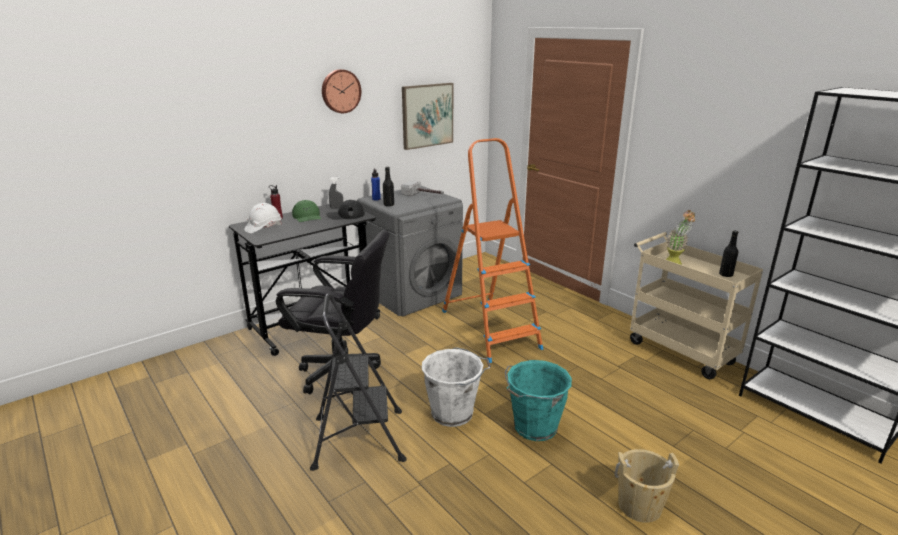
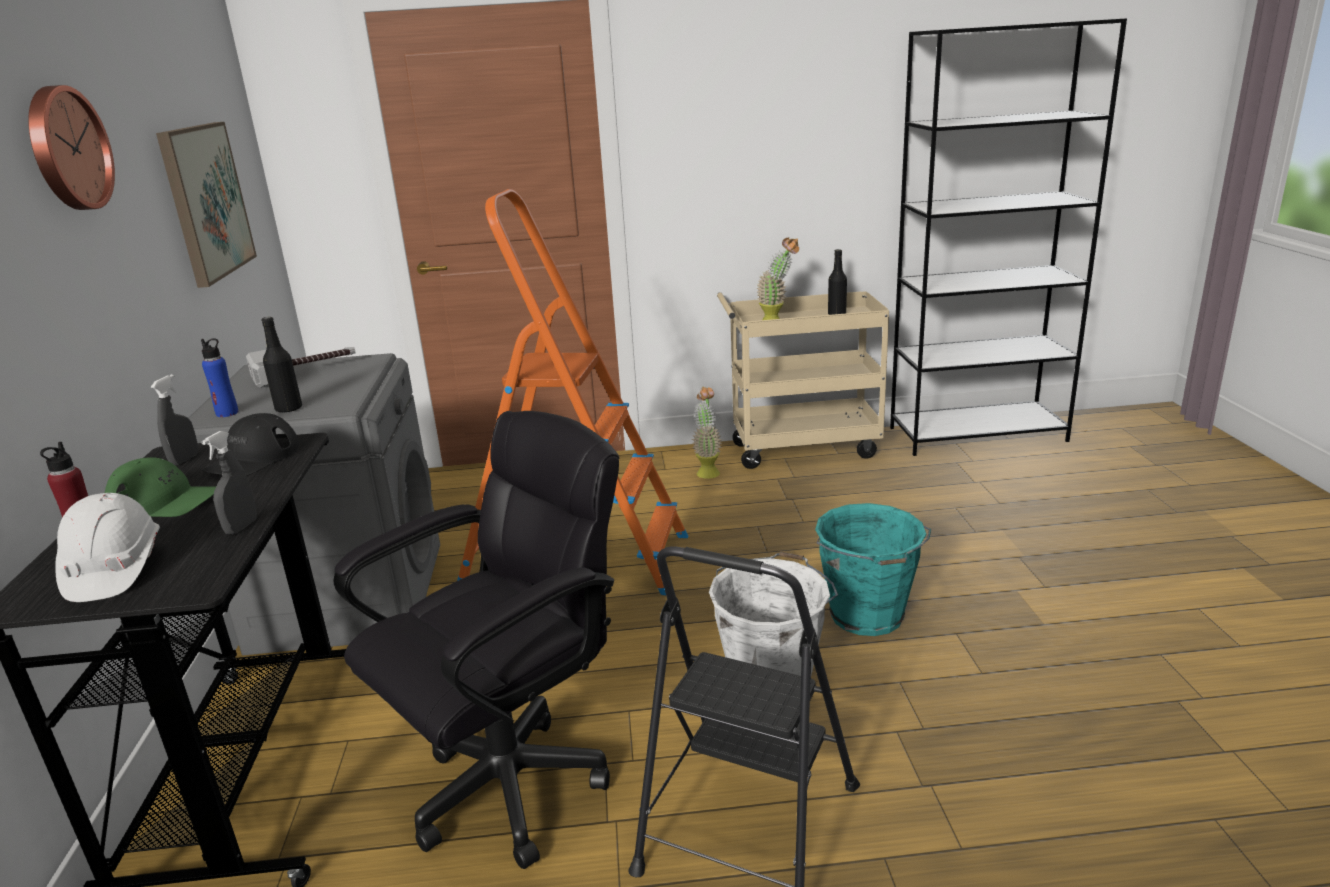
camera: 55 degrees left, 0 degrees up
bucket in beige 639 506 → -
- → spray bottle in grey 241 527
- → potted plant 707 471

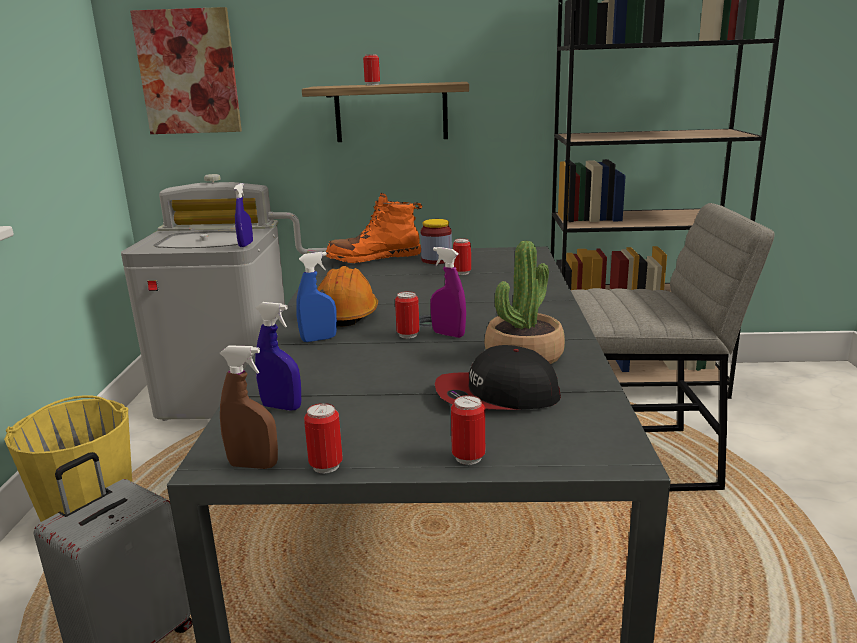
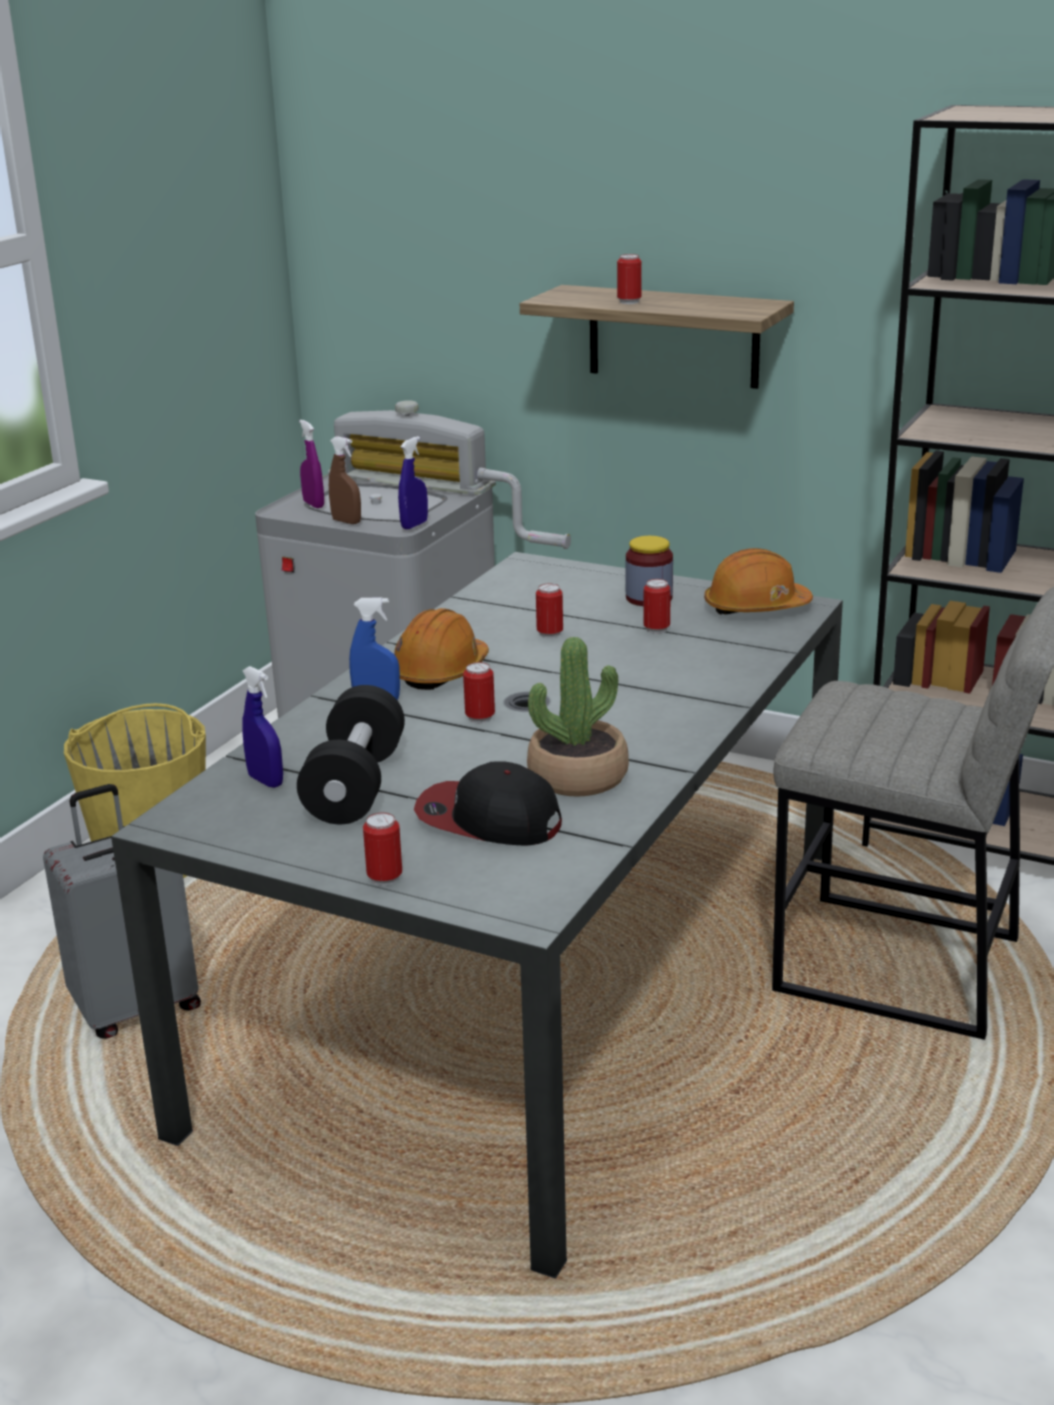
camera: 25 degrees right, 5 degrees up
picture 188 72 → -
spray bottle in brown 253 465 → spray bottle in brown 346 521, shifted
can 326 466 → can 550 634, shifted
boot in orange 374 258 → -
spray bottle in purple 448 334 → spray bottle in purple 313 504, shifted
- → dumbbell in black 355 786
- → hard hat in orange 756 607

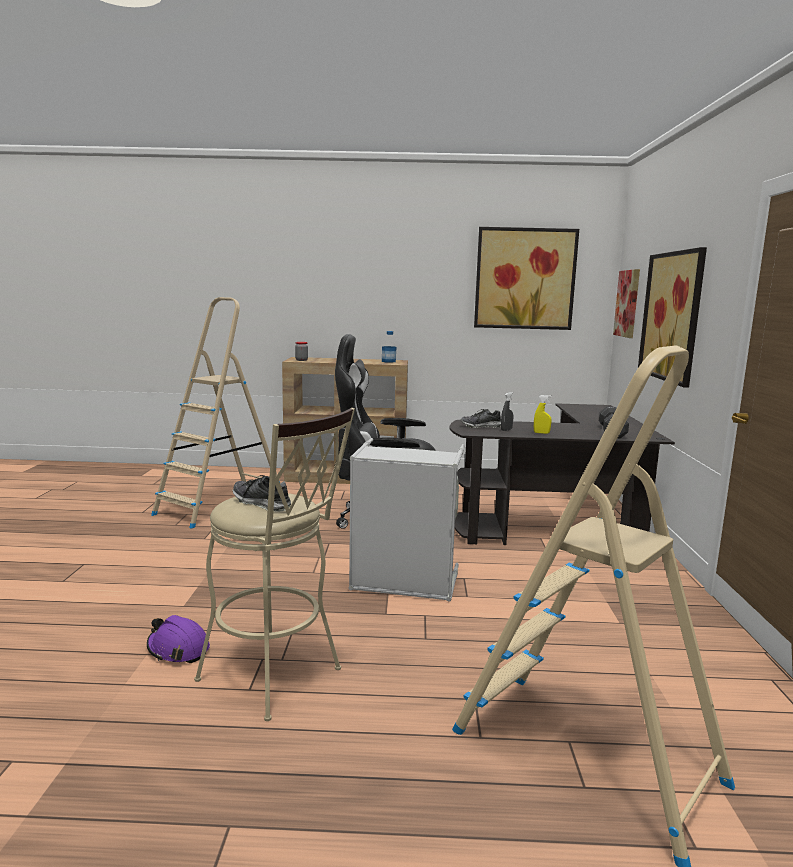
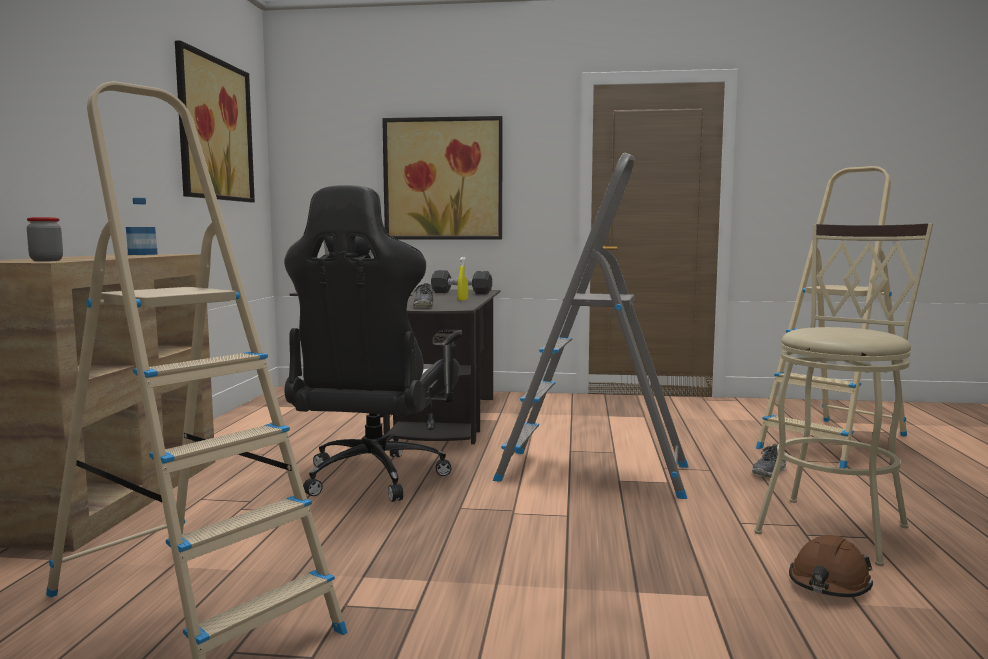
camera: 85 degrees left, 5 degrees down
hard hat in purple 178 649 → hard hat in brown 829 584
shoe 261 503 → shoe 769 471, shifted
laundry basket in grey 404 584 → step ladder in grey 591 473
spray bottle in grey 506 430 → -
picture 627 303 → -

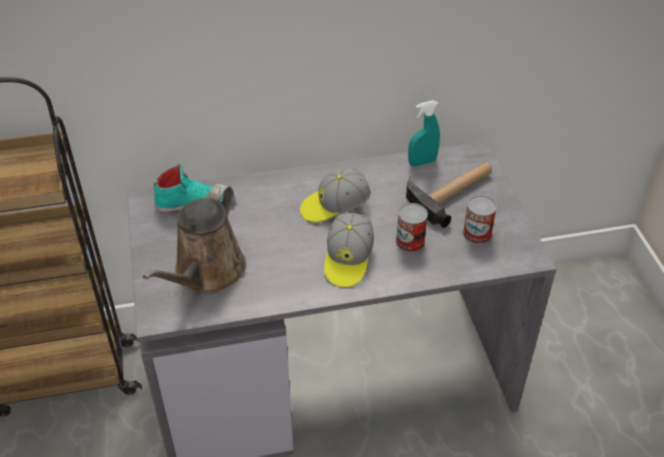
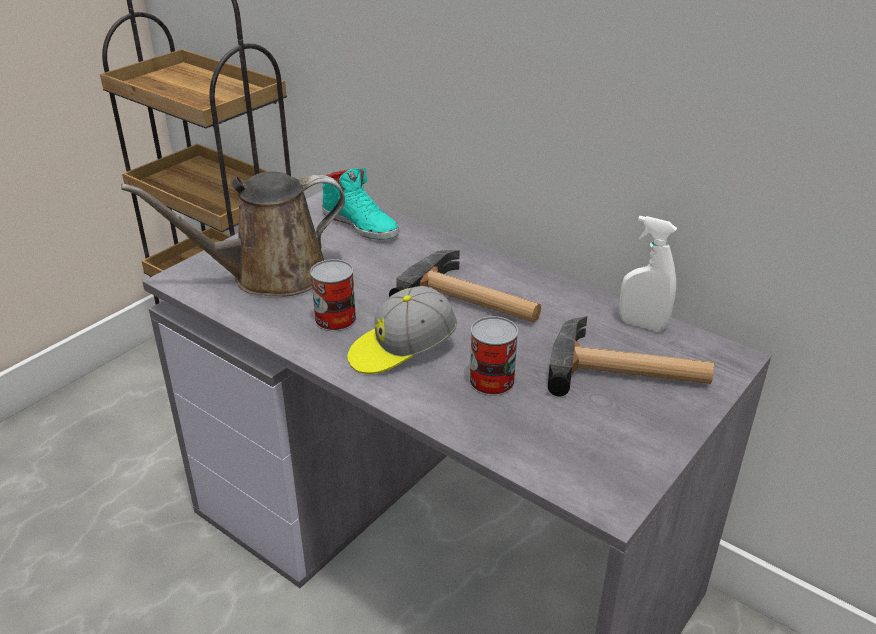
camera: 50 degrees right, 10 degrees down
cap 334 206 → hammer 473 301
spray bottle in turquoise 422 162 → spray bottle in white 642 325
can 477 234 → can 335 319, shifted

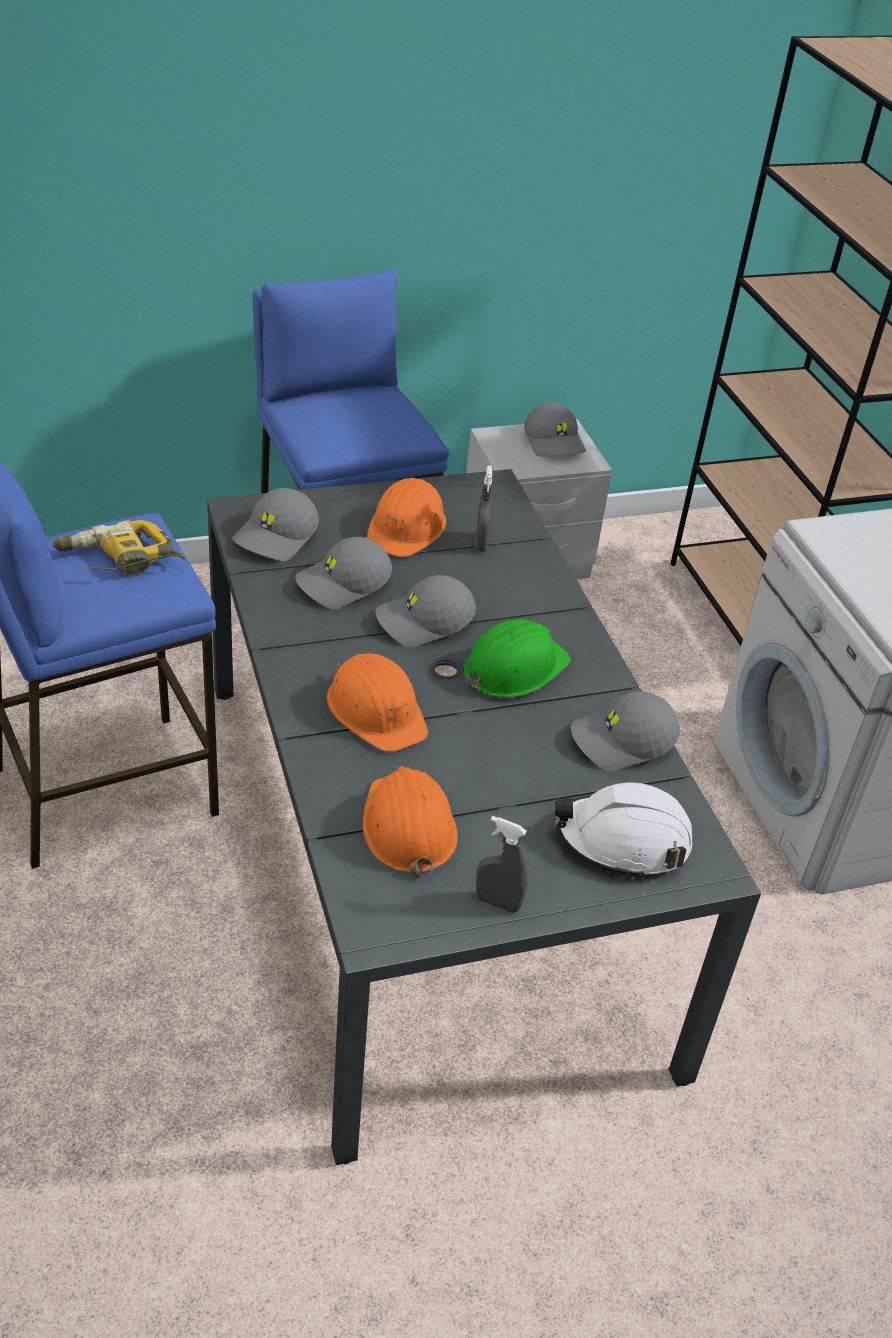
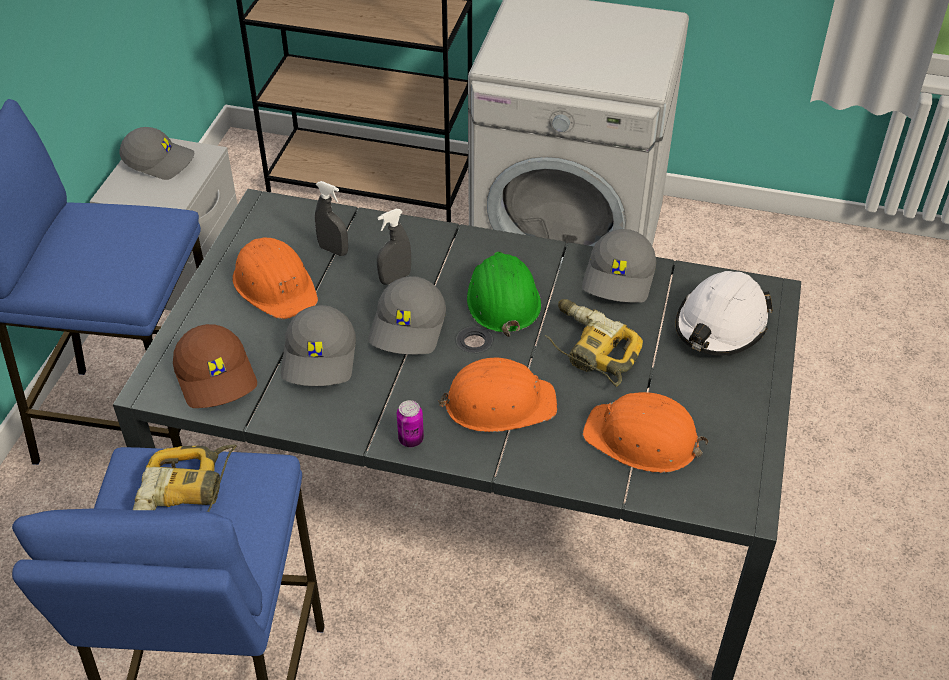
camera: 55 degrees left, 5 degrees up
cap in grey 277 537 → cap in brown 217 376
spray bottle in grey 497 903 → spray bottle in grey 395 278, shifted
- → can 411 439
- → power drill 588 350

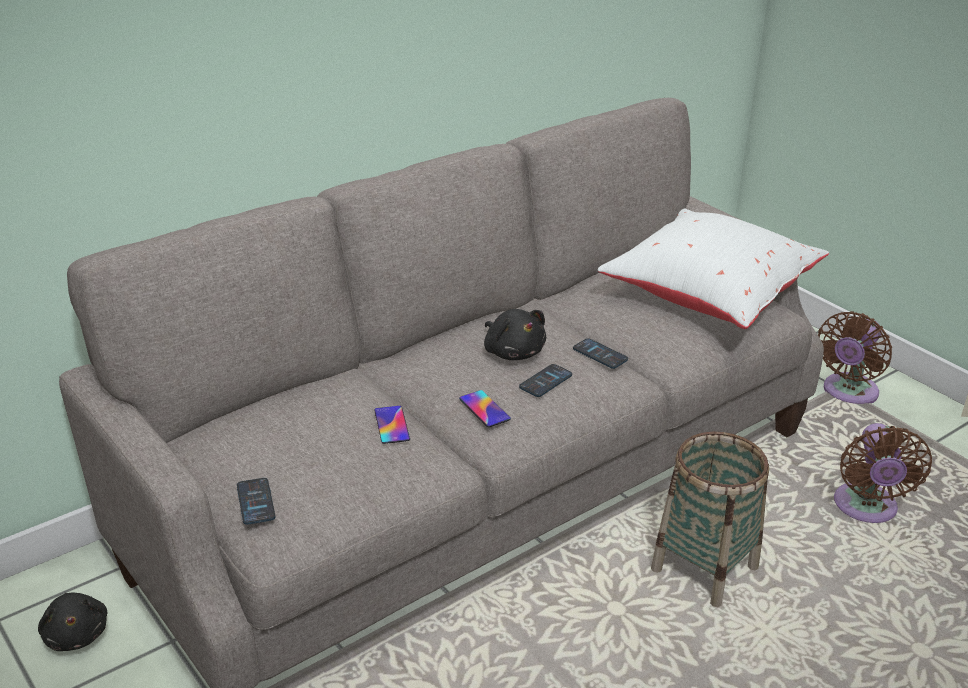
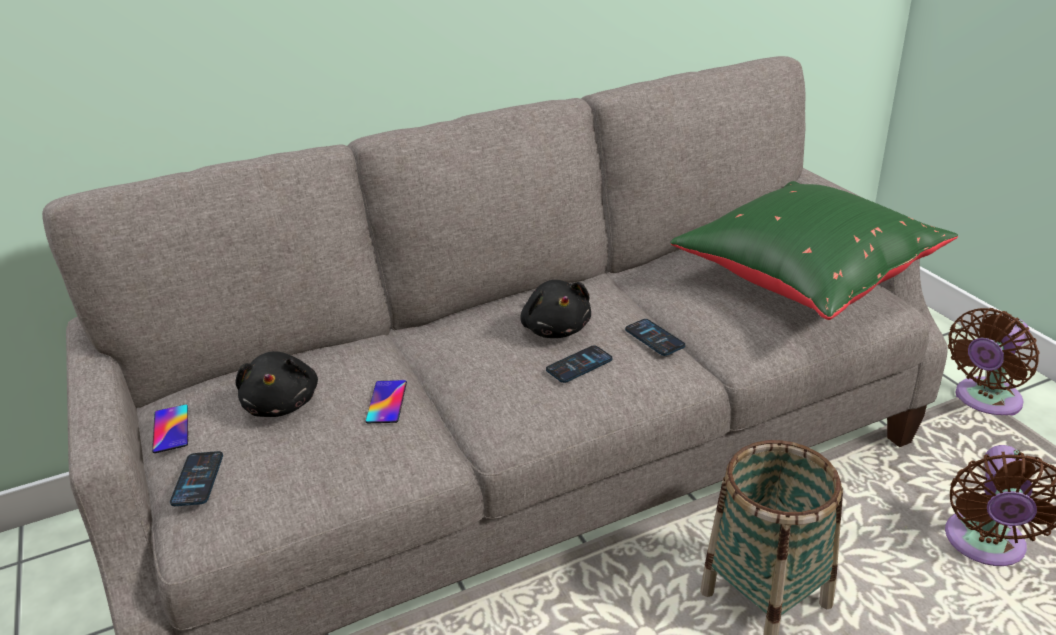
camera: 15 degrees right, 0 degrees up
plush toy in black 76 634 → plush toy in black 282 404, shifted
phone 484 409 → phone 171 429, shifted
pillow in white 708 295 → pillow in green 804 278

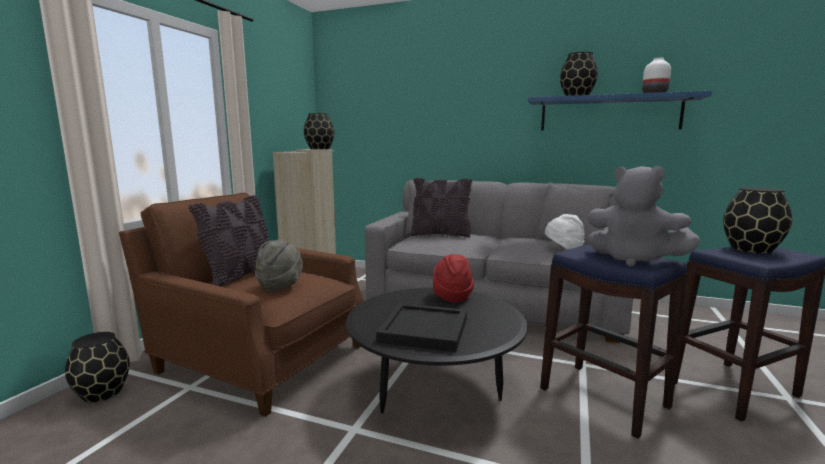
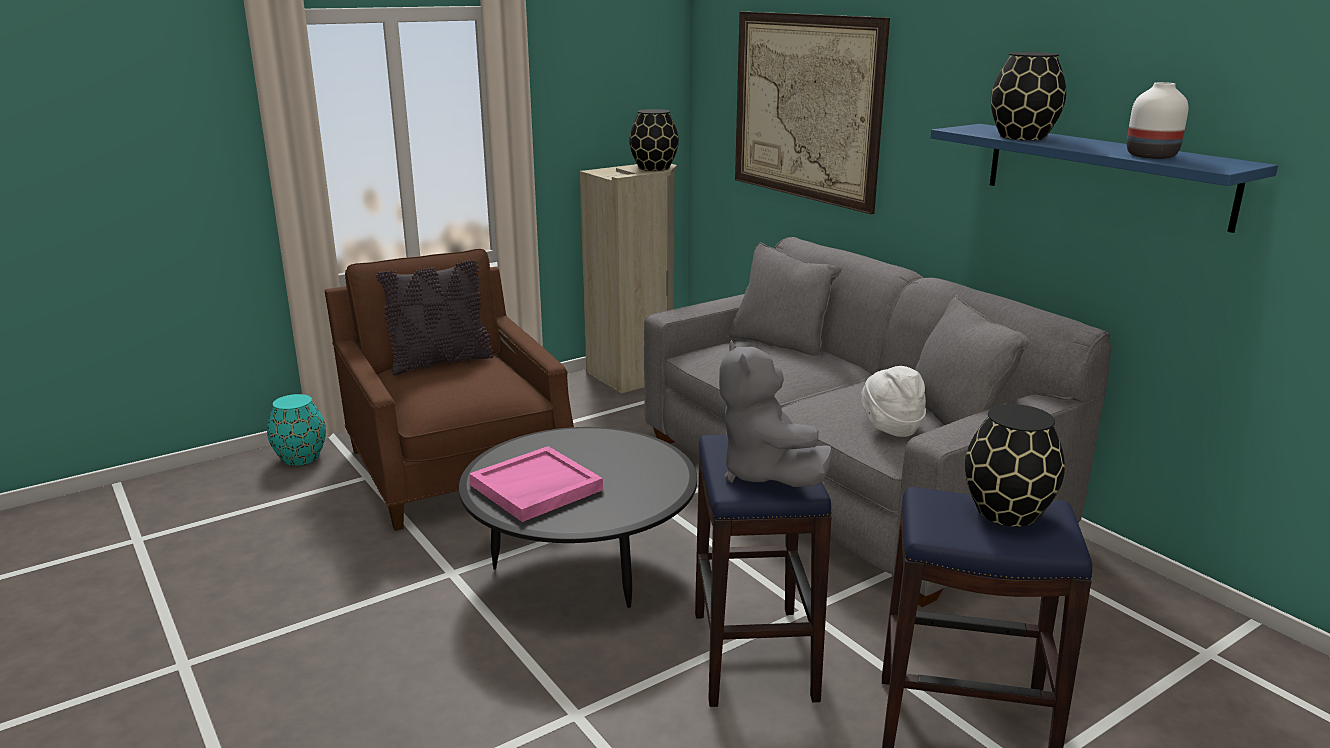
camera: 35 degrees right, 10 degrees up
vase in black 103 392 → vase in turquoise 301 457
hat in grey 280 285 → -
tray in black 425 330 → tray in pink 536 488
pillow in black 440 235 → -
hat in red 451 296 → -
- → picture 805 107

